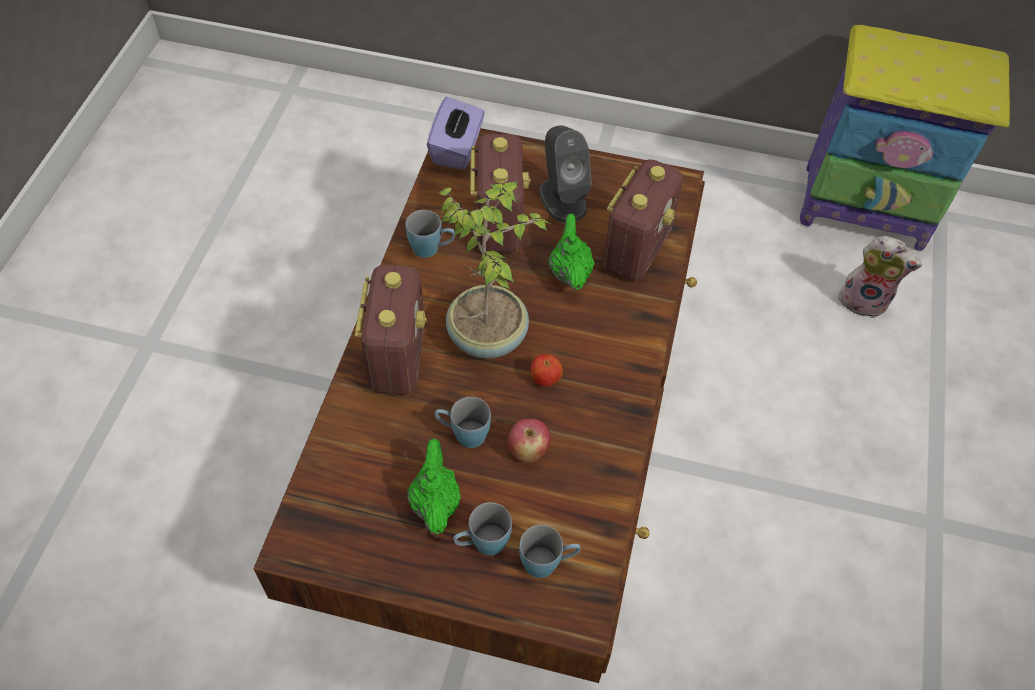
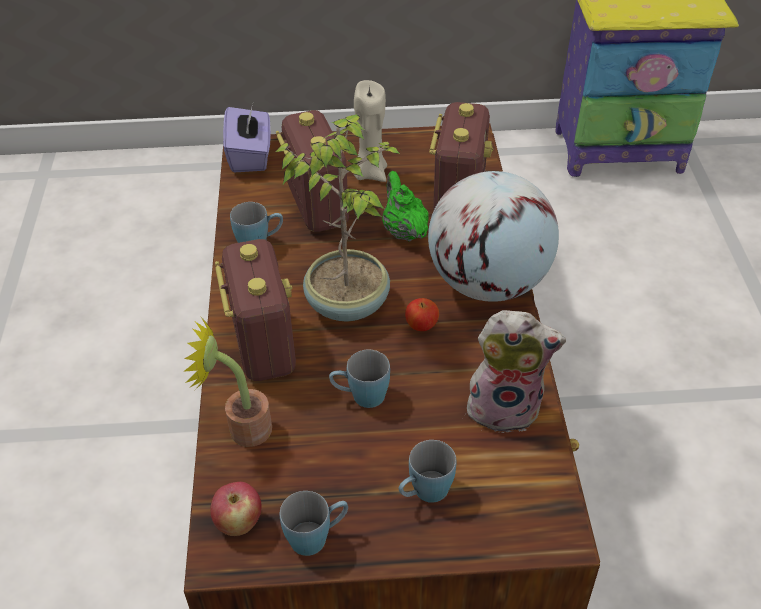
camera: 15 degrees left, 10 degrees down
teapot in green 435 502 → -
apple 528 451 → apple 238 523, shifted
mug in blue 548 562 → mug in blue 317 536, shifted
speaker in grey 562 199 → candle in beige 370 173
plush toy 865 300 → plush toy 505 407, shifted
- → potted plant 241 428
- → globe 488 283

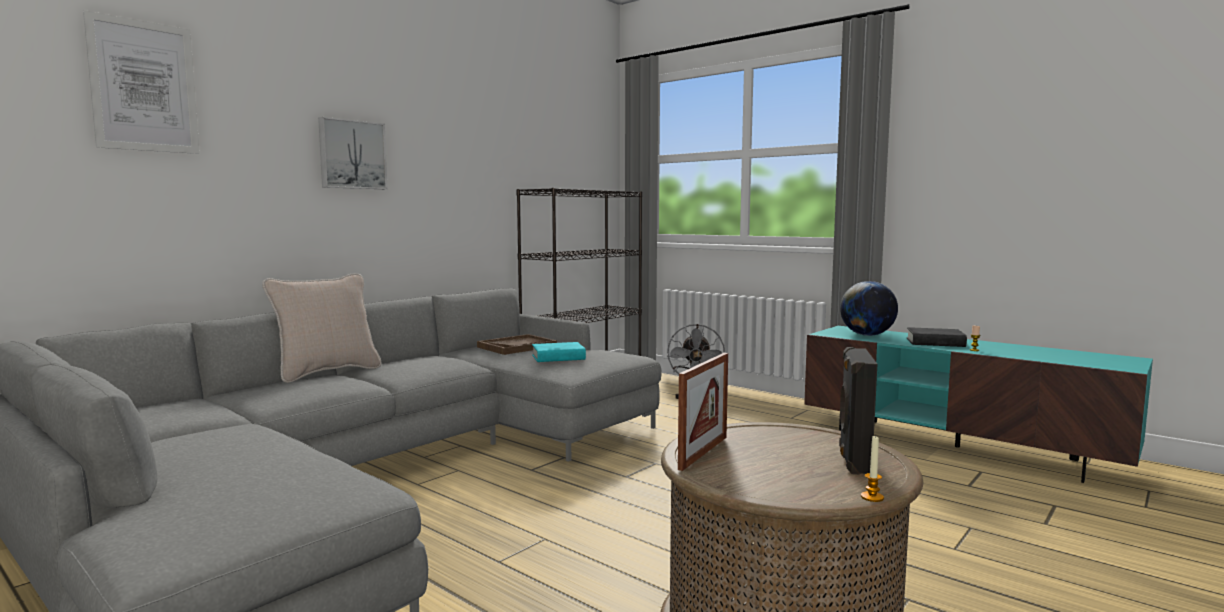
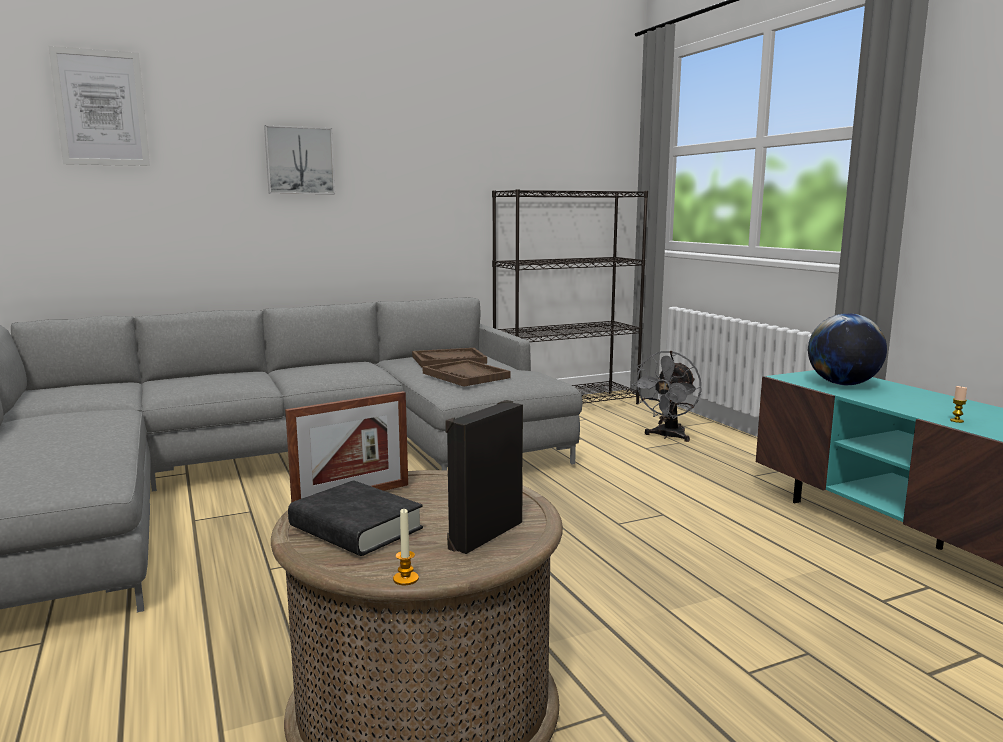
camera: 25 degrees right, 5 degrees up
pillow in beige 327 372 → -
book in turquoise 558 357 → tray in brown 466 375
book in black 935 342 → book in black 355 528, shifted

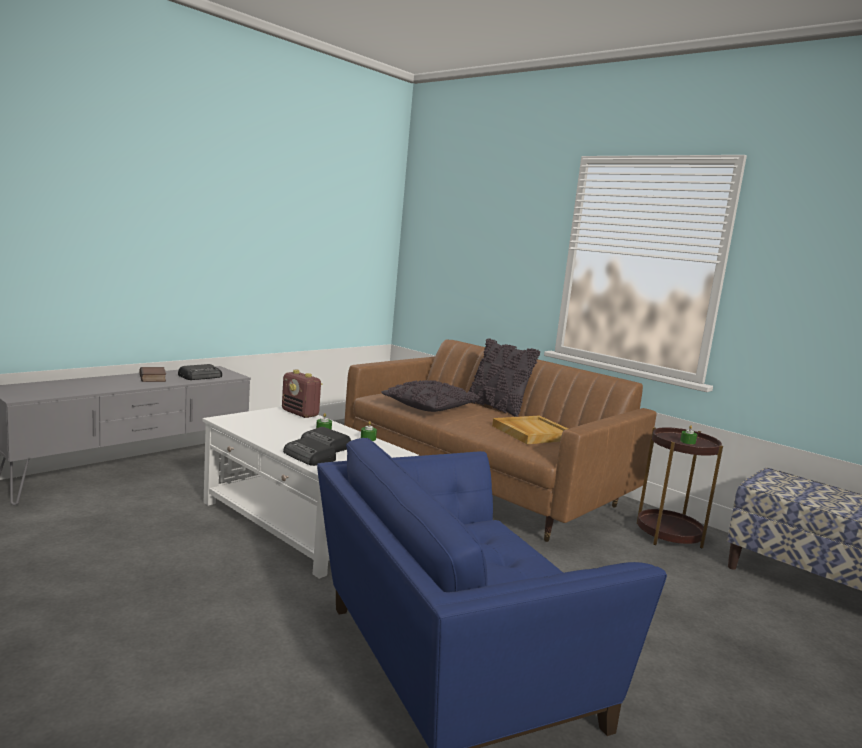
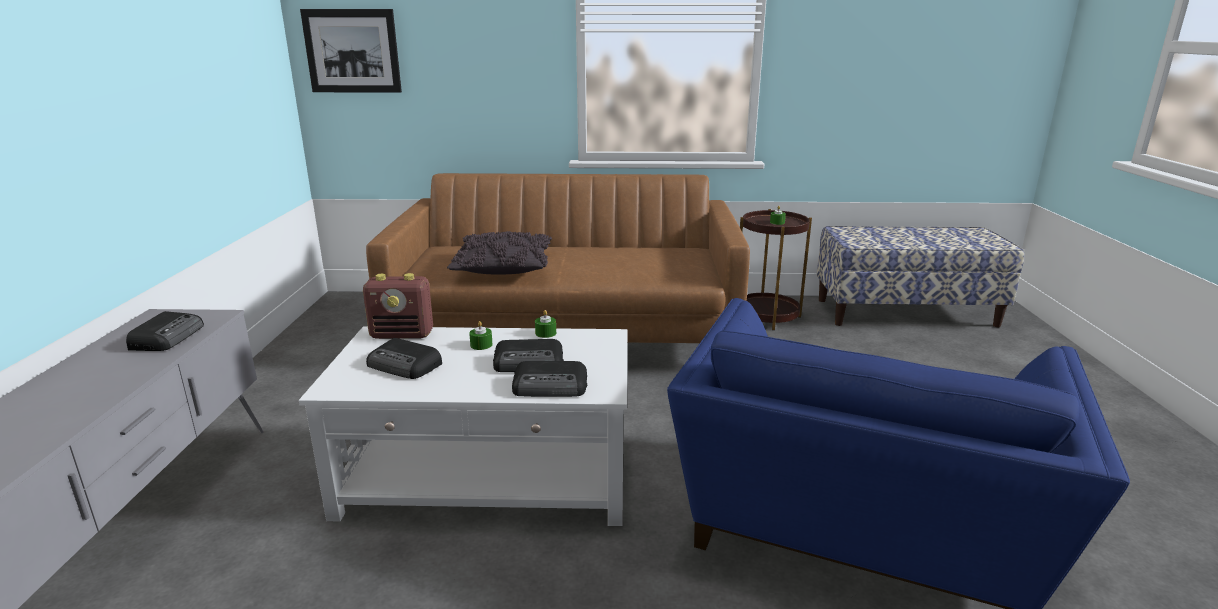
camera: 40 degrees left, 10 degrees up
book 154 378 → -
pillow in black 497 408 → -
tray in beige 532 432 → -
- → picture 352 51
- → radio 405 365

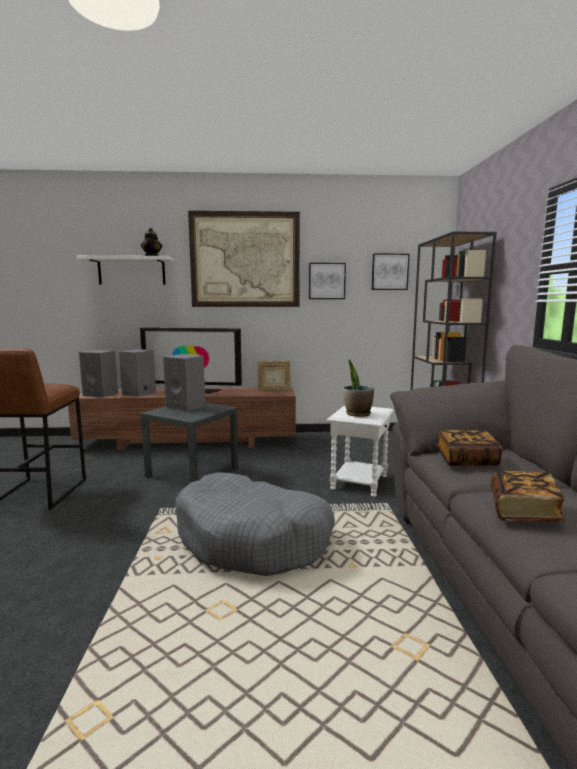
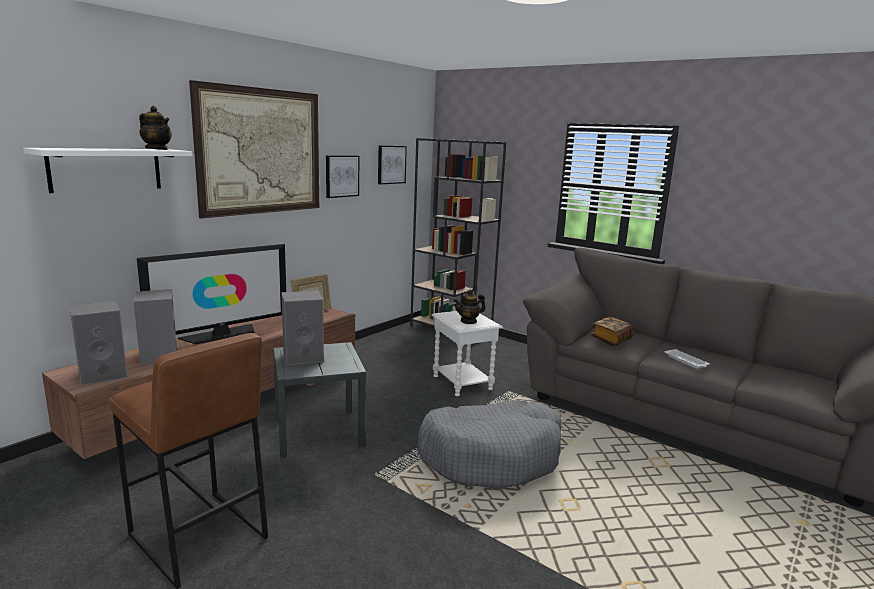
camera: 50 degrees left, 5 degrees up
potted plant 357 414 → teapot 468 321
book 523 512 → tray in white 686 361

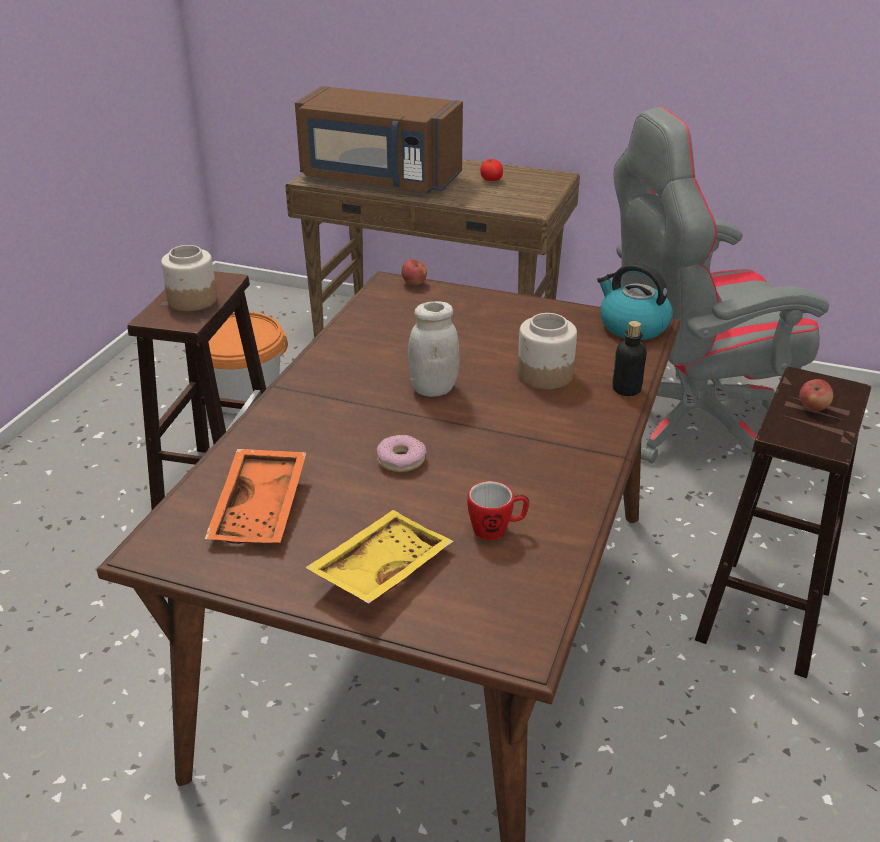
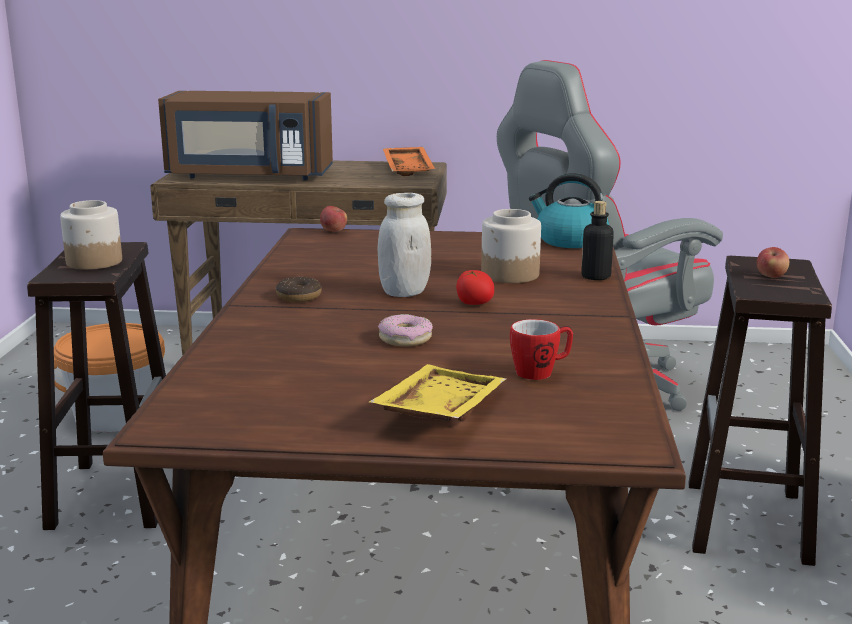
camera: 15 degrees left, 15 degrees down
tray in orange 262 509 → tray in orange 409 169, shifted
tomato 491 180 → tomato 474 303, shifted
- → donut 299 296

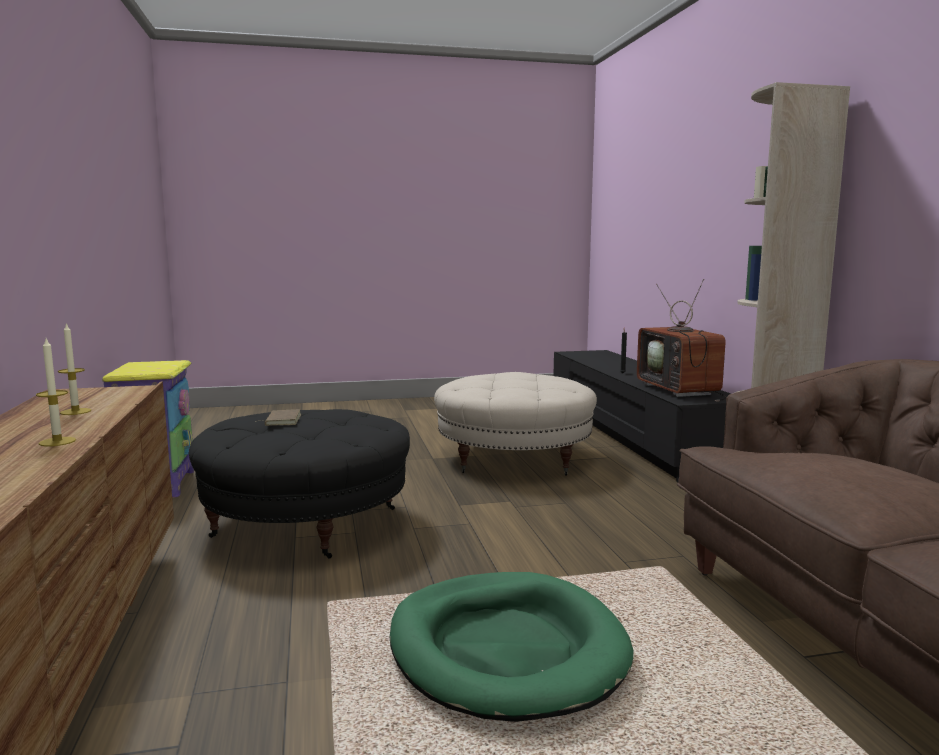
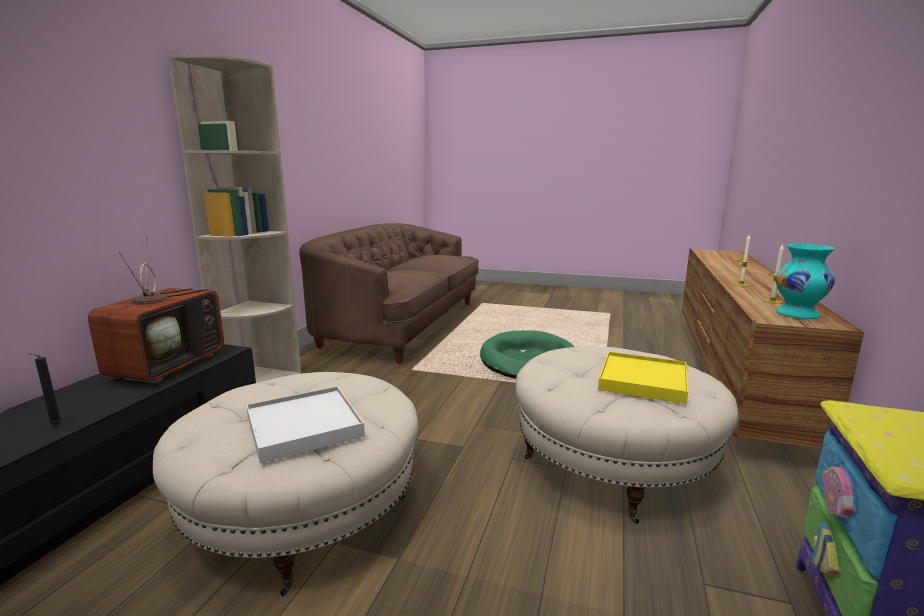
camera: 150 degrees left, 5 degrees up
ottoman in black 306 523 → ottoman in beige 612 463
book in brown 281 420 → tray in yellow 643 381
- → tray in white 304 427
- → vase in turquoise 796 314

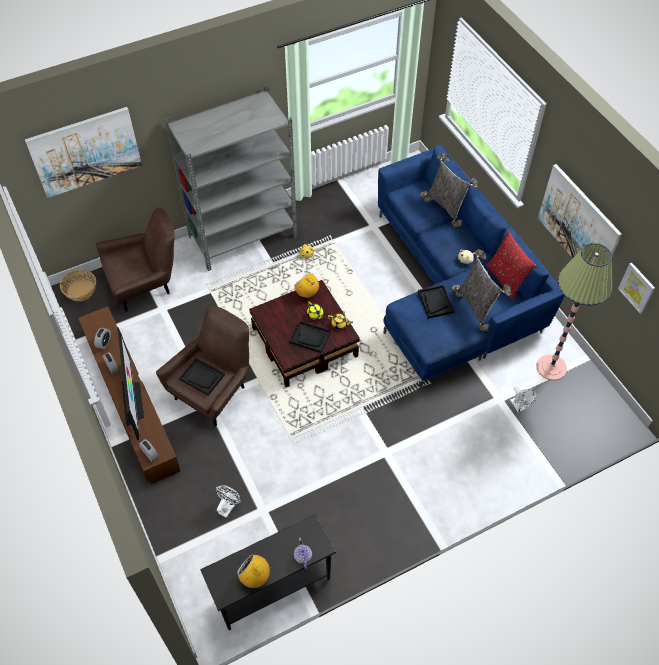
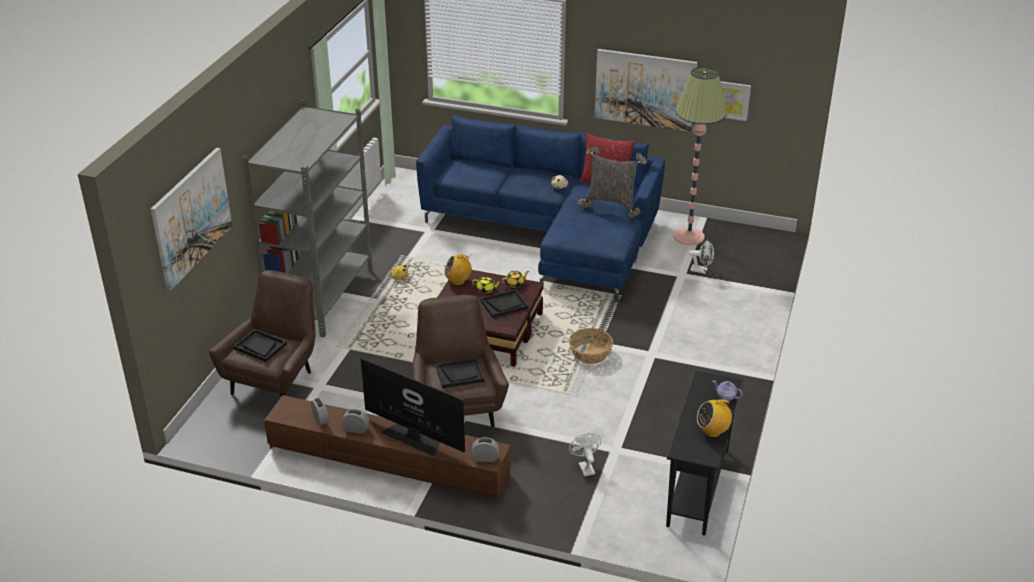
camera: 45 degrees left, 20 degrees down
basket 81 290 → basket 590 353, shifted
tray in black 435 302 → tray in black 260 346, shifted
pillow 446 209 → -

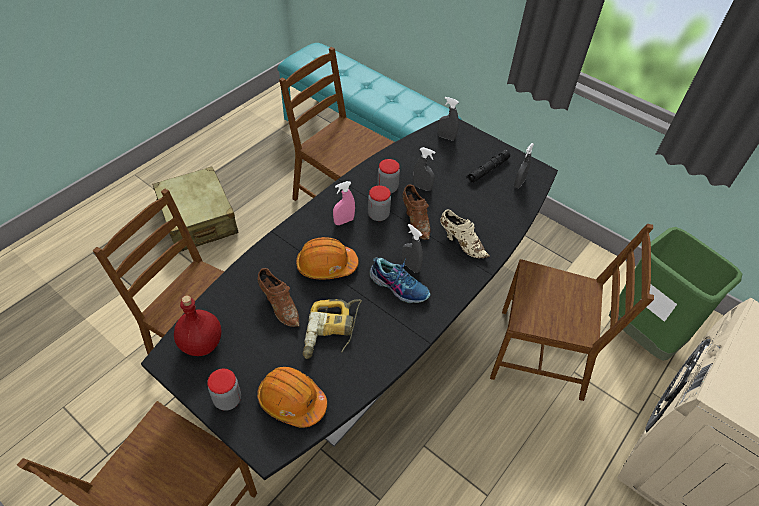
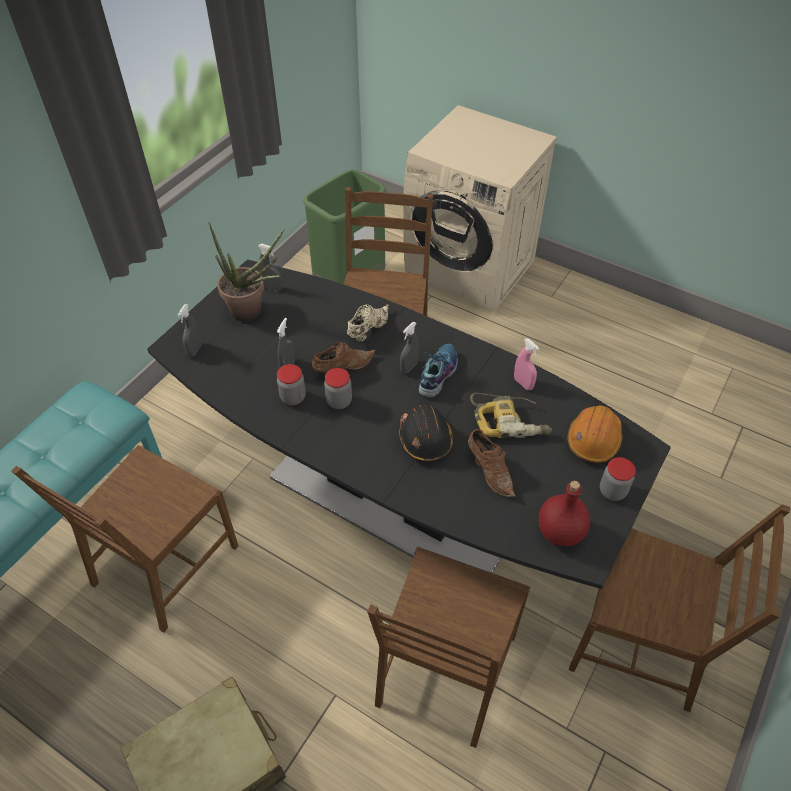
camera: 95 degrees left, 0 degrees up
shoe in brown 279 305 → shoe in brown 489 471, 105 degrees clockwise
hard hat in orange 326 265 → hard hat in black 425 438
spray bottle in pink 344 221 → spray bottle in pink 523 383, shifted
flashlight in black 487 170 → potted plant 253 312

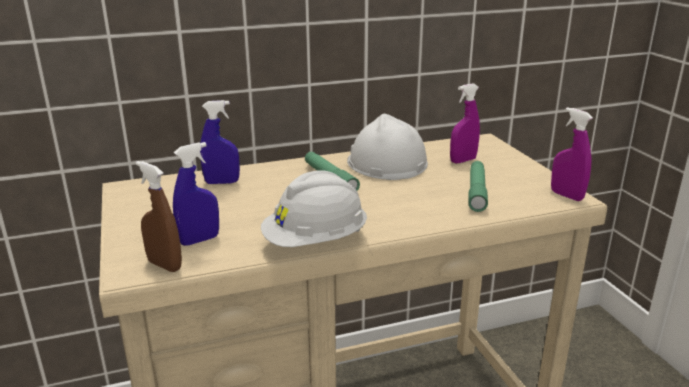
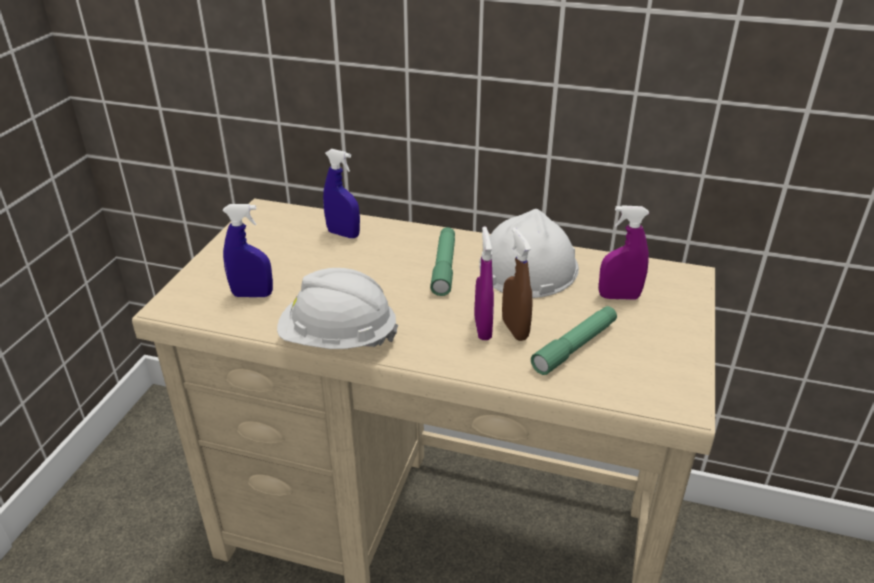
camera: 35 degrees right, 10 degrees up
spray bottle in brown 164 265 → spray bottle in brown 515 329, shifted
spray bottle in purple 566 196 → spray bottle in purple 482 329, shifted

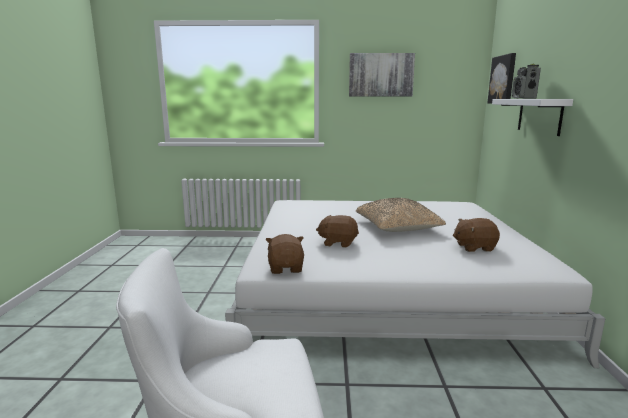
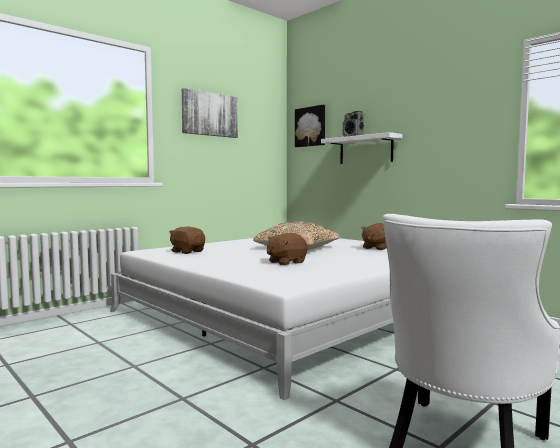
camera: 45 degrees left, 10 degrees down
plush toy in brown 286 268 → plush toy in brown 187 252, shifted

